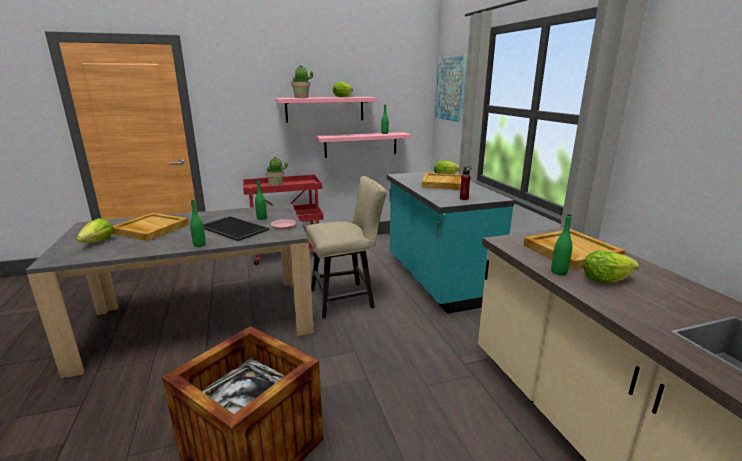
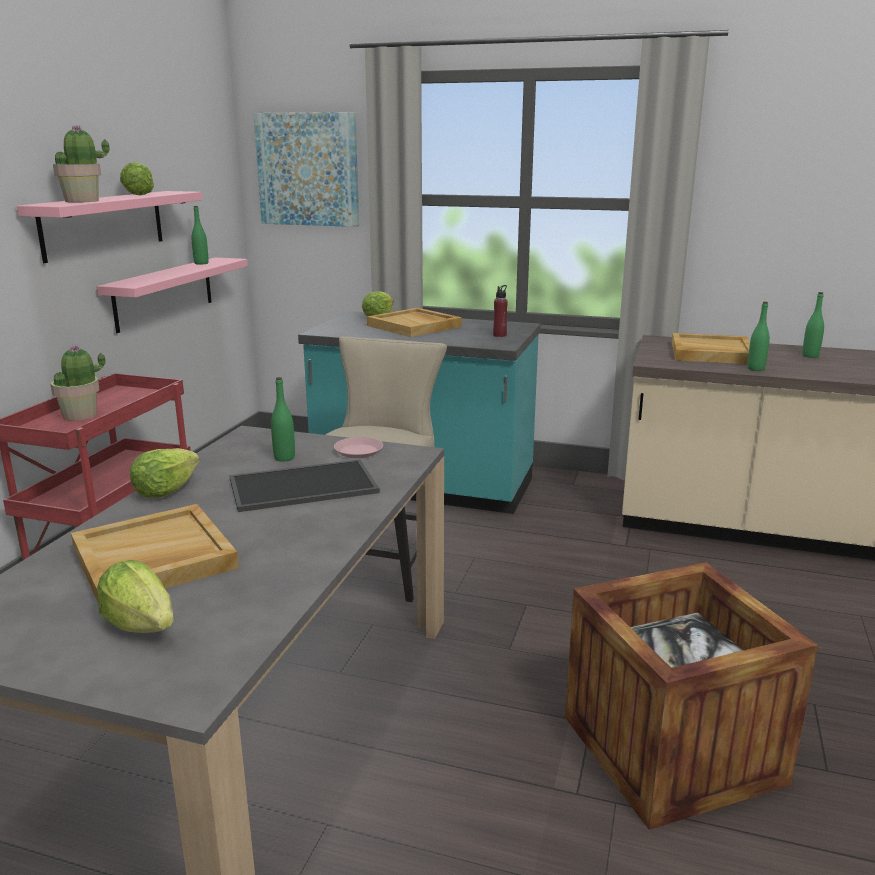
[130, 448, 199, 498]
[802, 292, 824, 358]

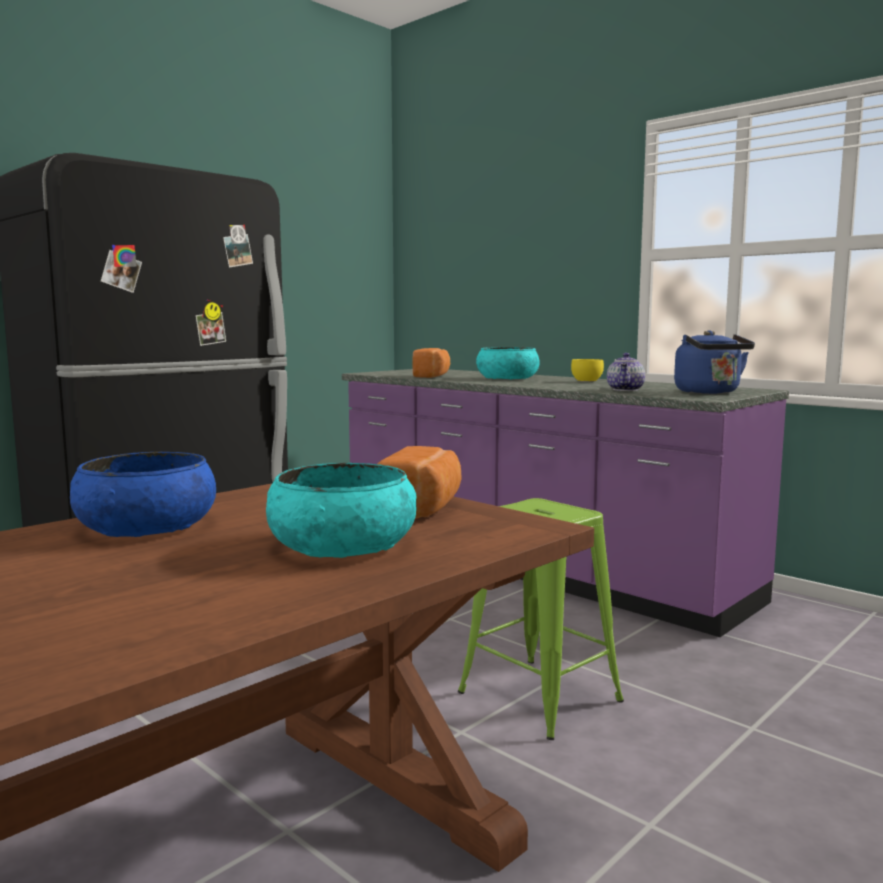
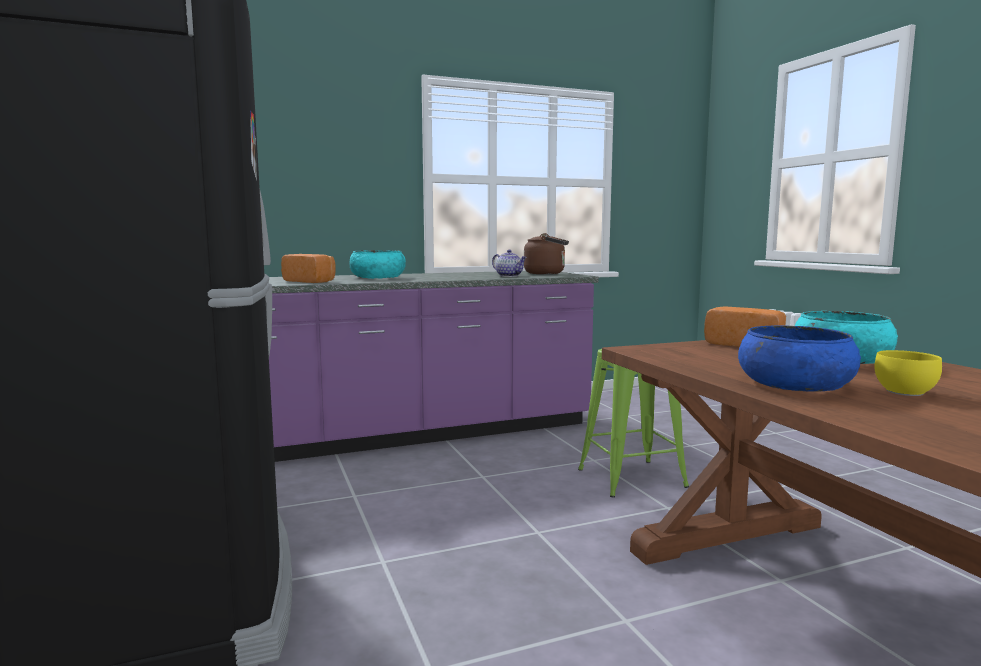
[524, 233, 569, 274]
[874, 350, 942, 396]

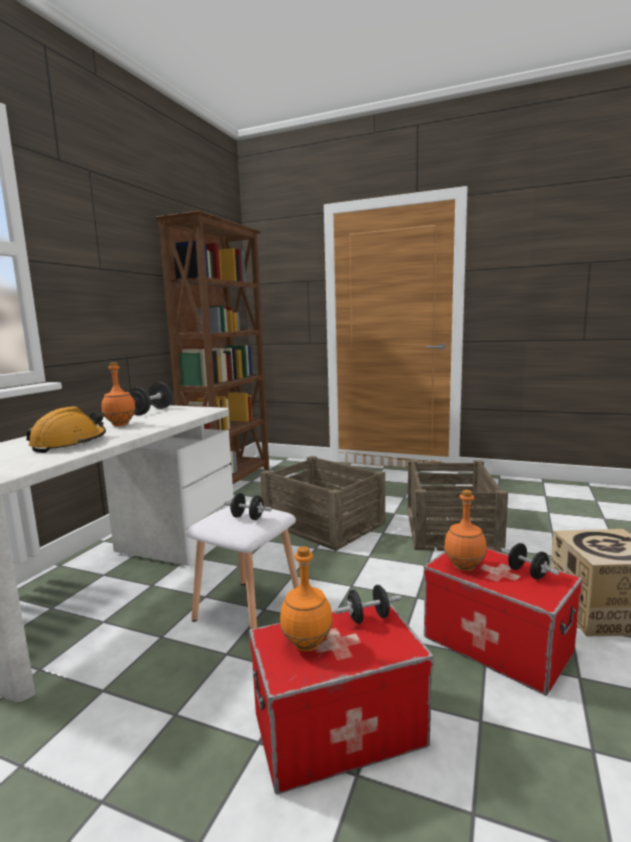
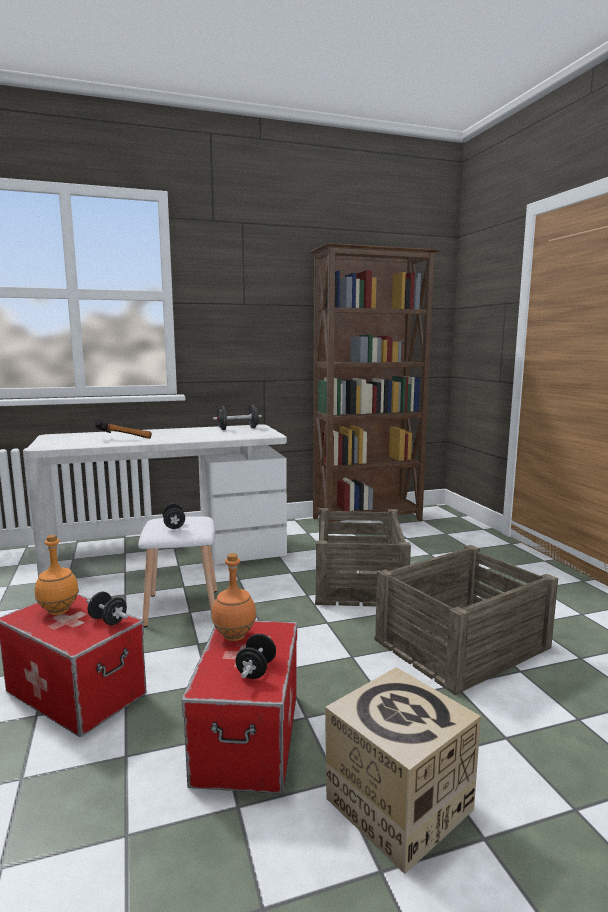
[95, 419, 152, 439]
[102, 362, 136, 426] (first image)

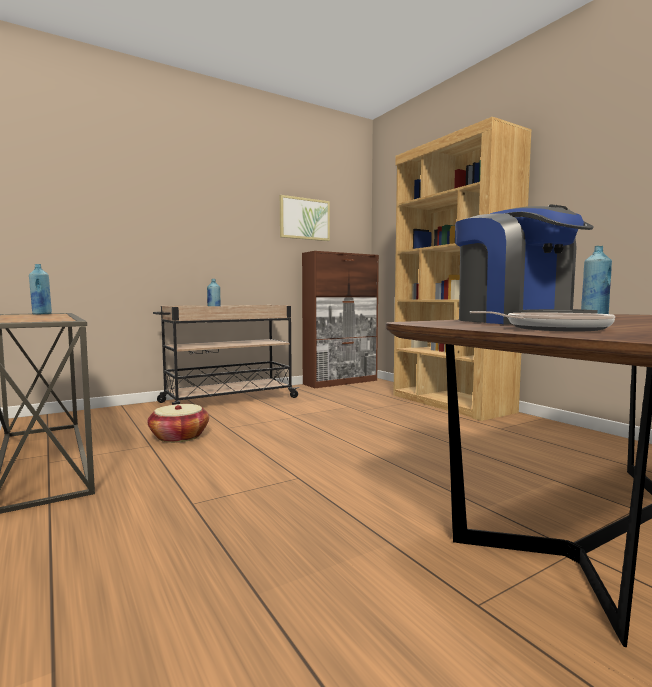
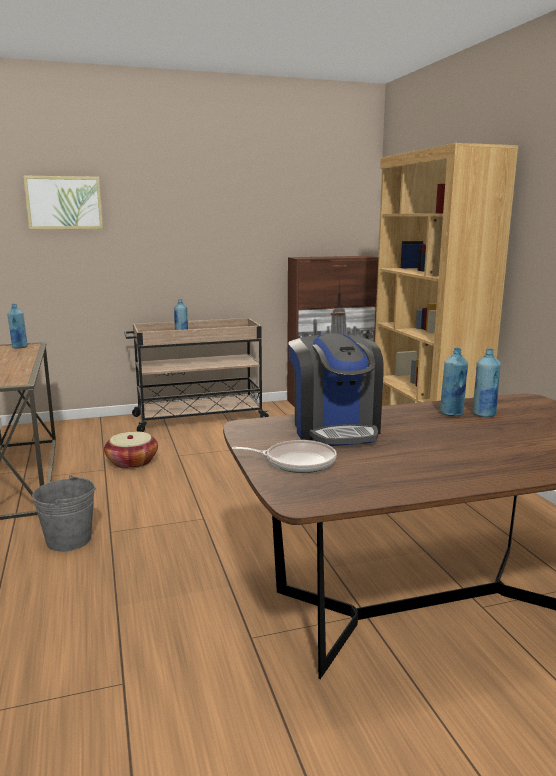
[23, 175, 103, 229]
[32, 475, 96, 551]
[473, 349, 501, 417]

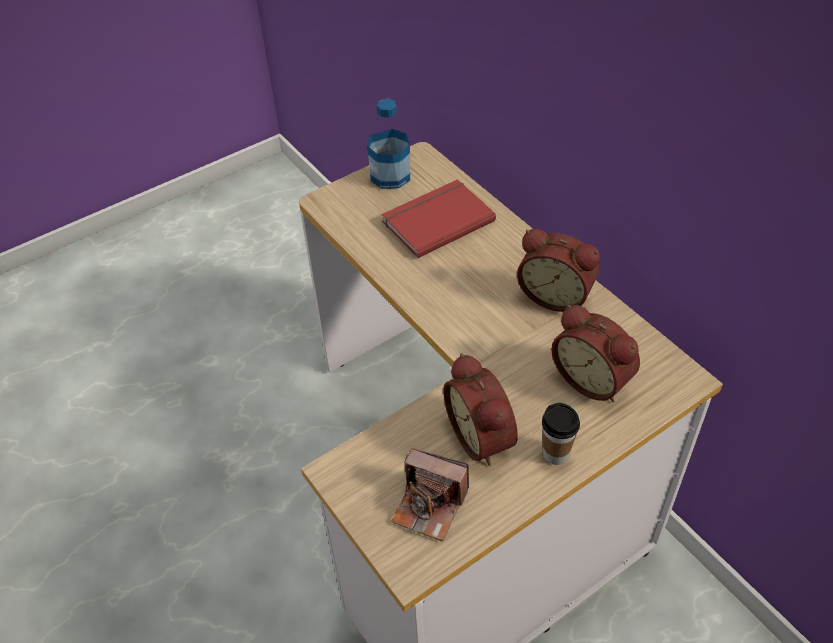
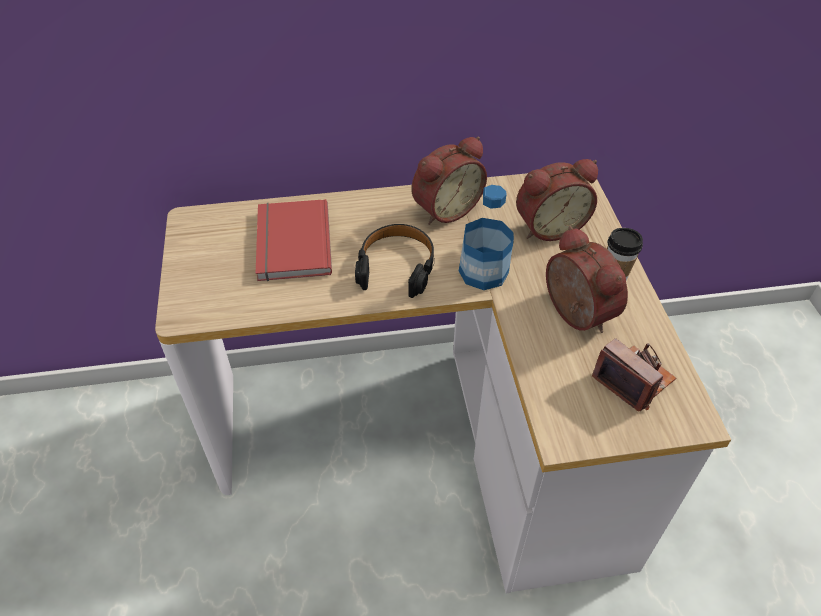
[355, 224, 434, 298]
[459, 185, 514, 290]
[546, 226, 628, 333]
[592, 338, 676, 412]

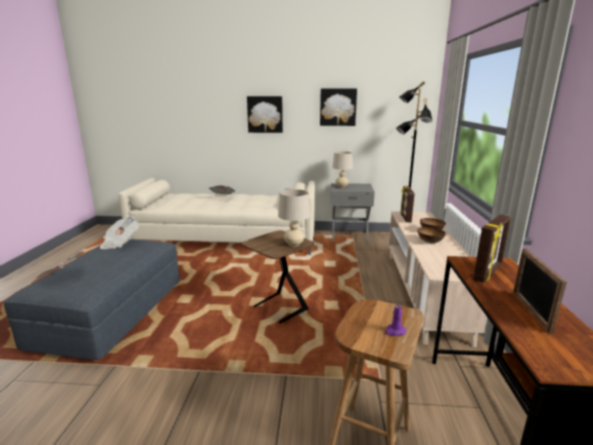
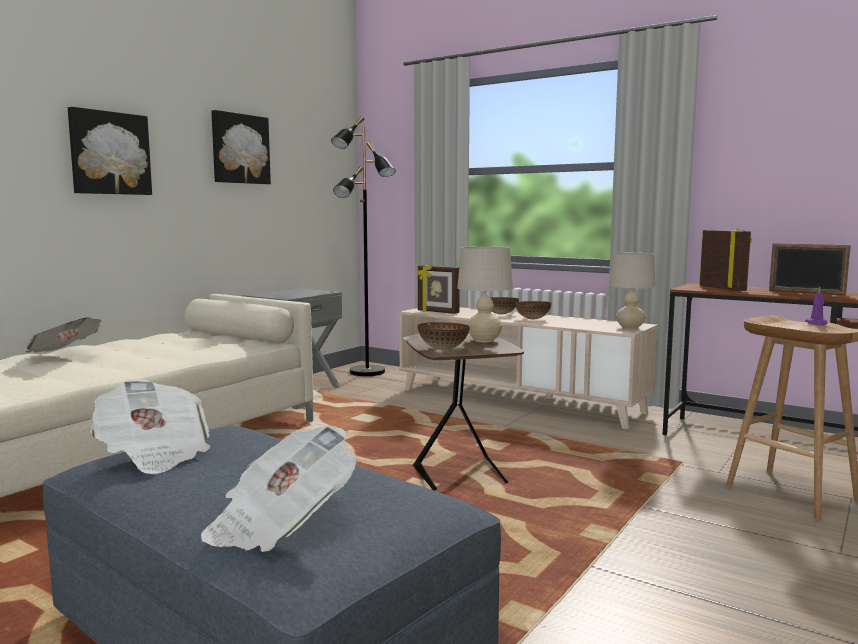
[418, 322, 470, 350]
[609, 253, 656, 329]

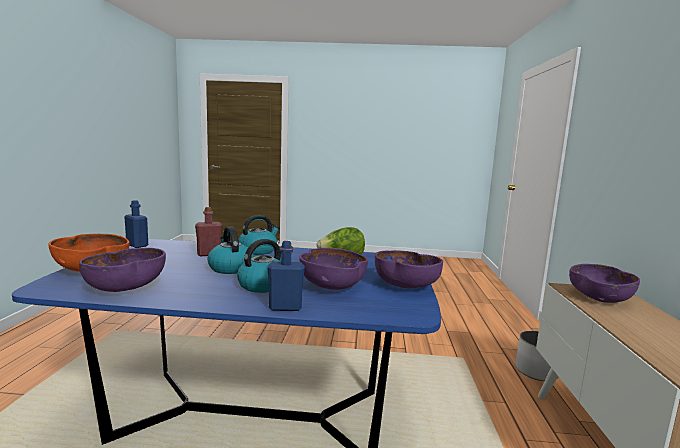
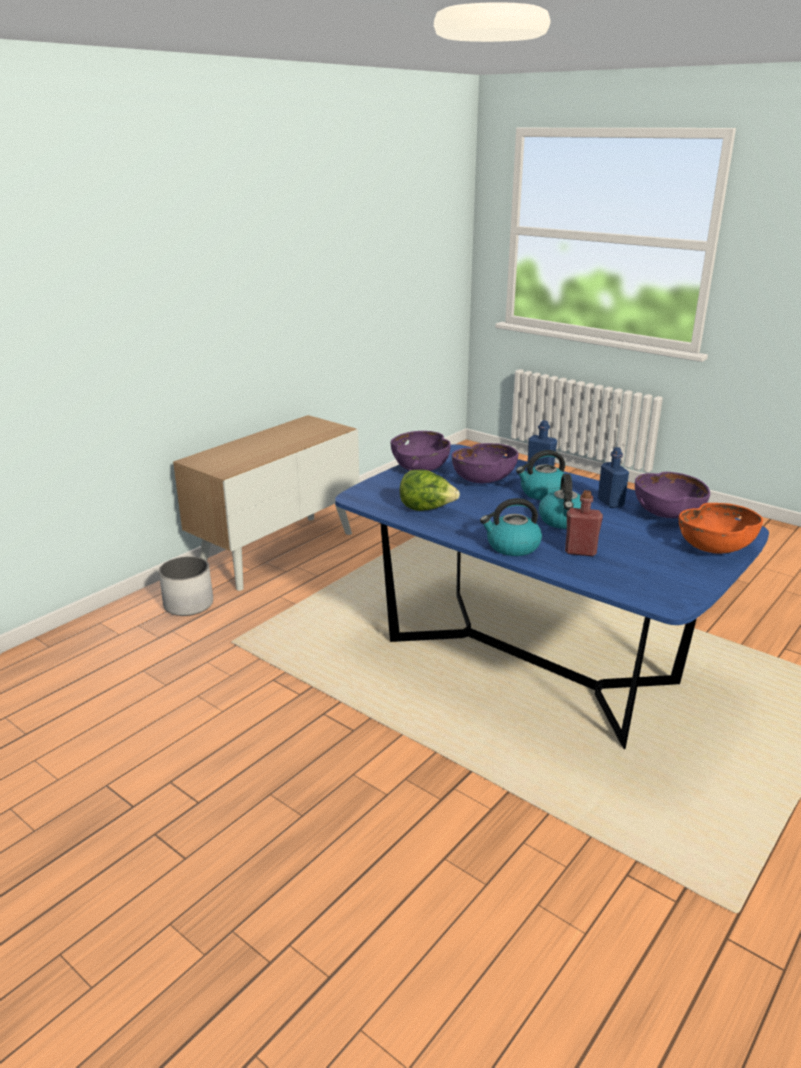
[598, 447, 629, 508]
[569, 264, 640, 303] (first image)

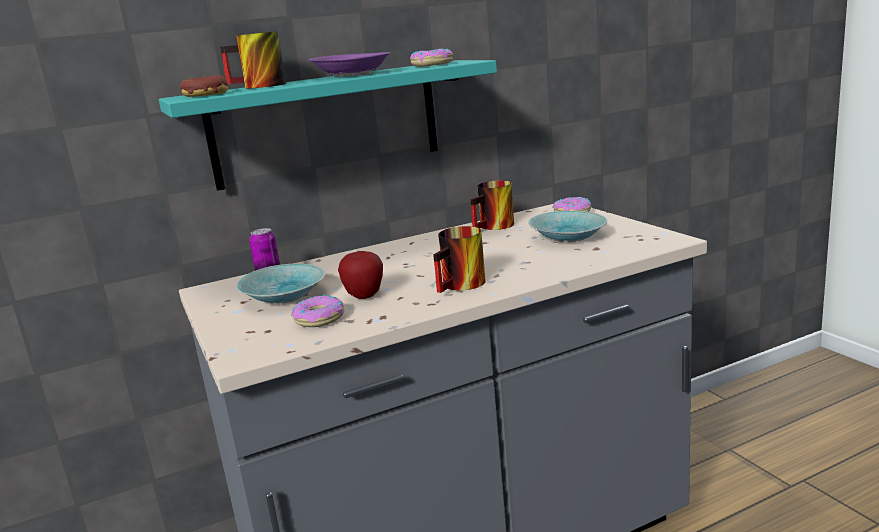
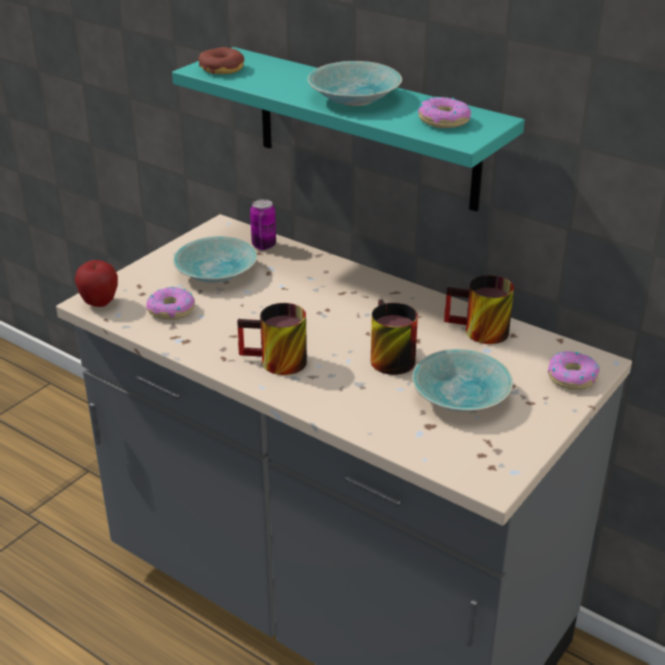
[74, 260, 118, 307]
[308, 61, 402, 106]
[371, 299, 418, 375]

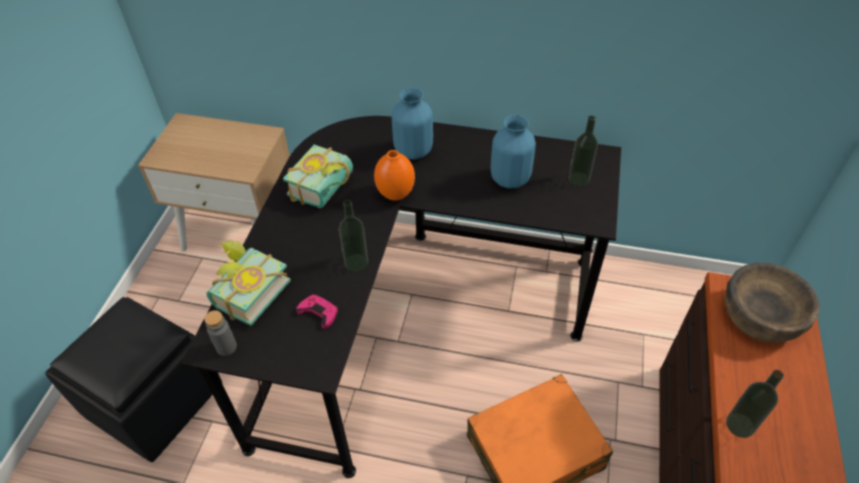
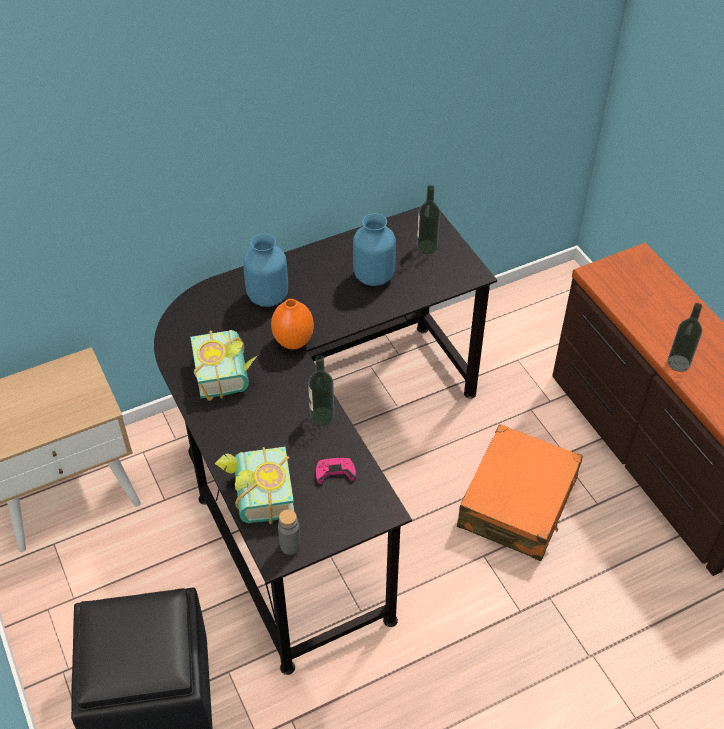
[725, 262, 819, 343] (first image)

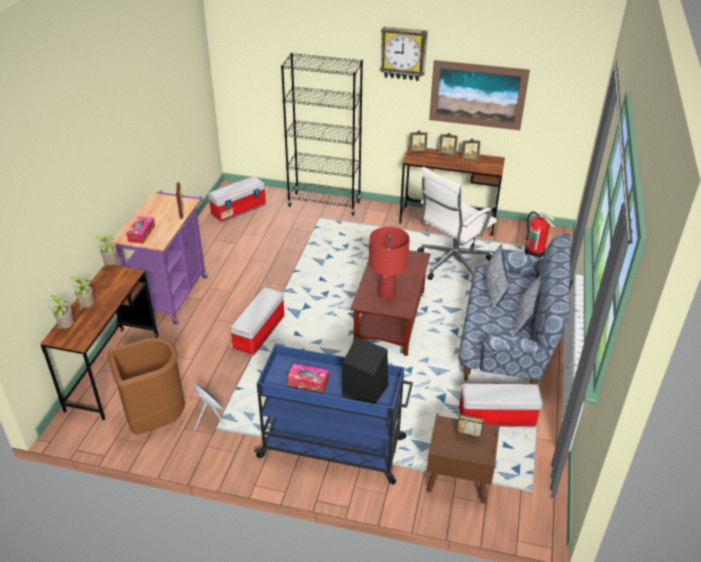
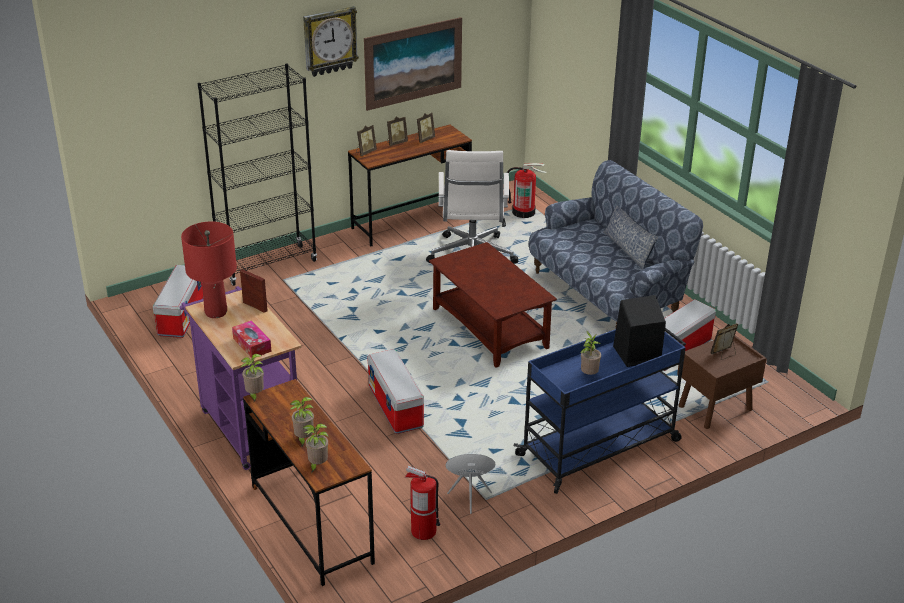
[181, 222, 237, 318]
[405, 466, 440, 540]
[580, 331, 601, 375]
[486, 244, 510, 312] (first image)

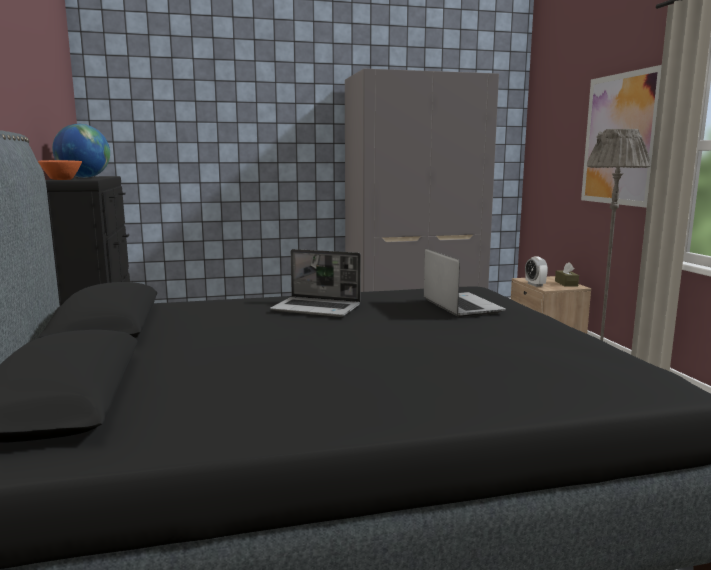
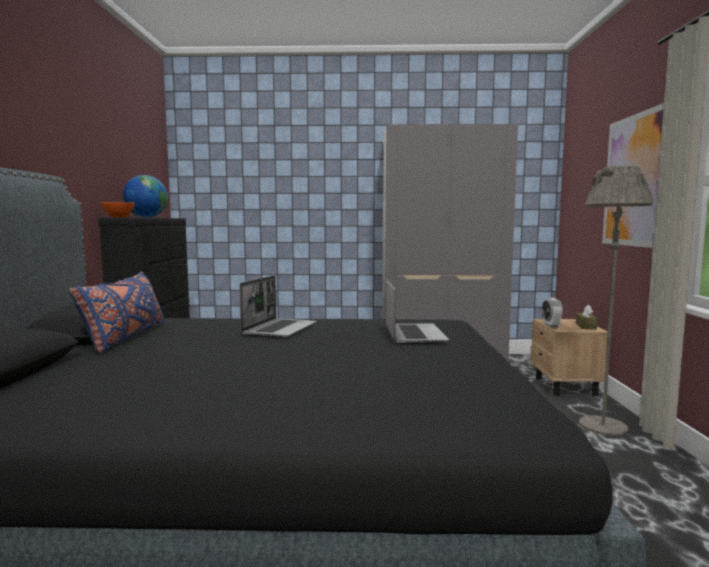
[69, 271, 164, 354]
[240, 276, 317, 338]

